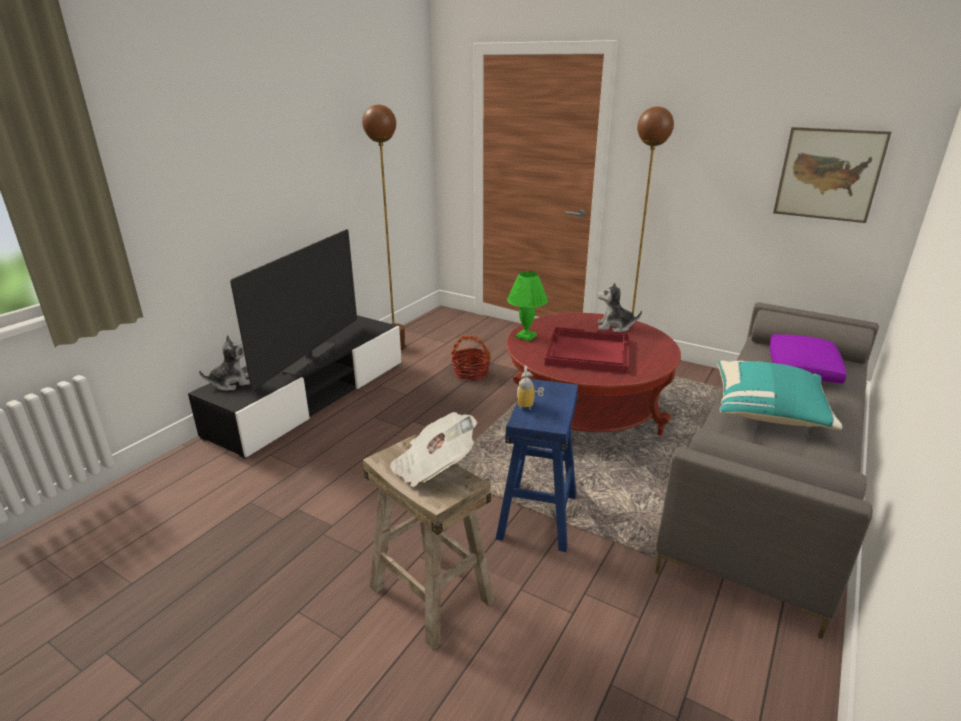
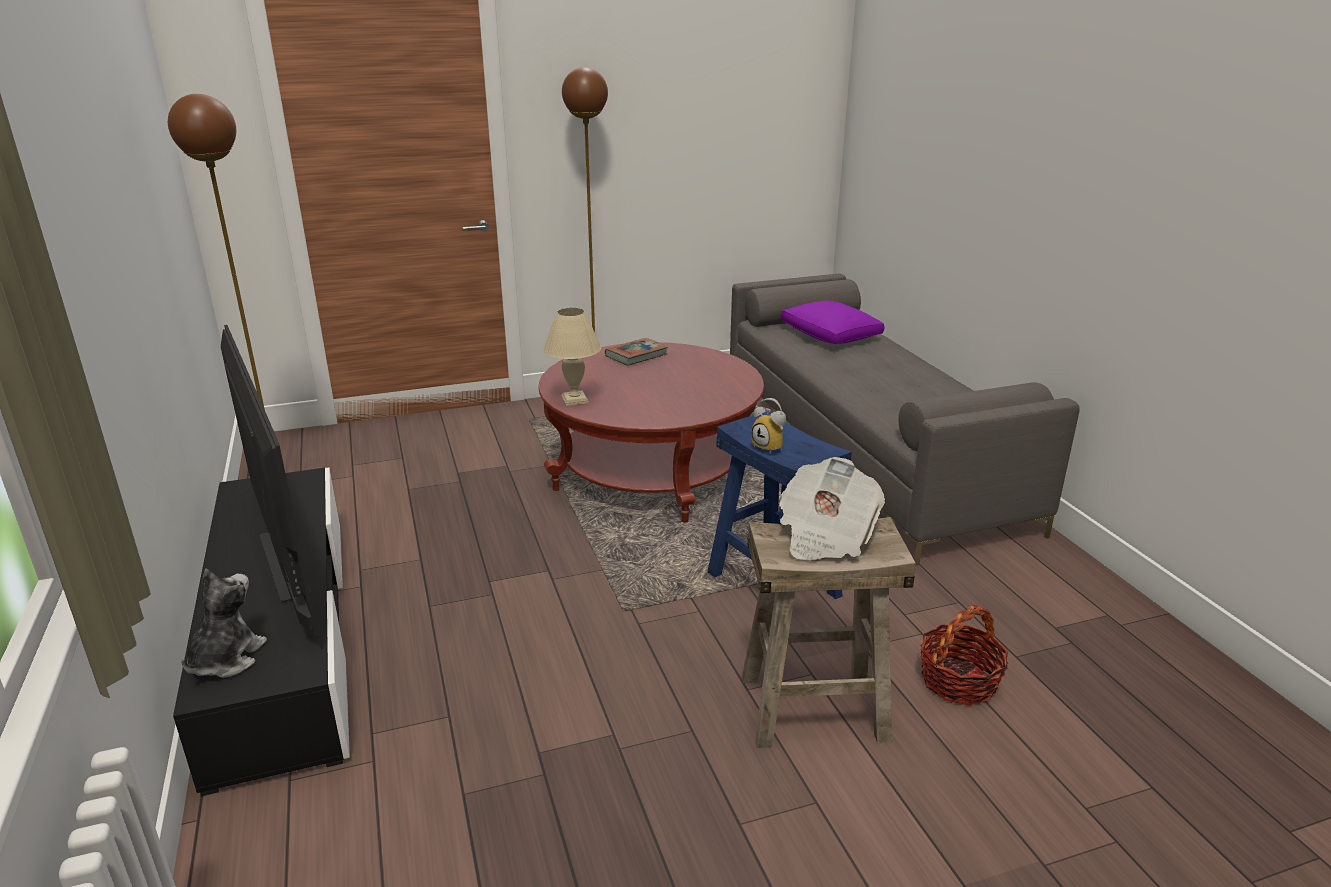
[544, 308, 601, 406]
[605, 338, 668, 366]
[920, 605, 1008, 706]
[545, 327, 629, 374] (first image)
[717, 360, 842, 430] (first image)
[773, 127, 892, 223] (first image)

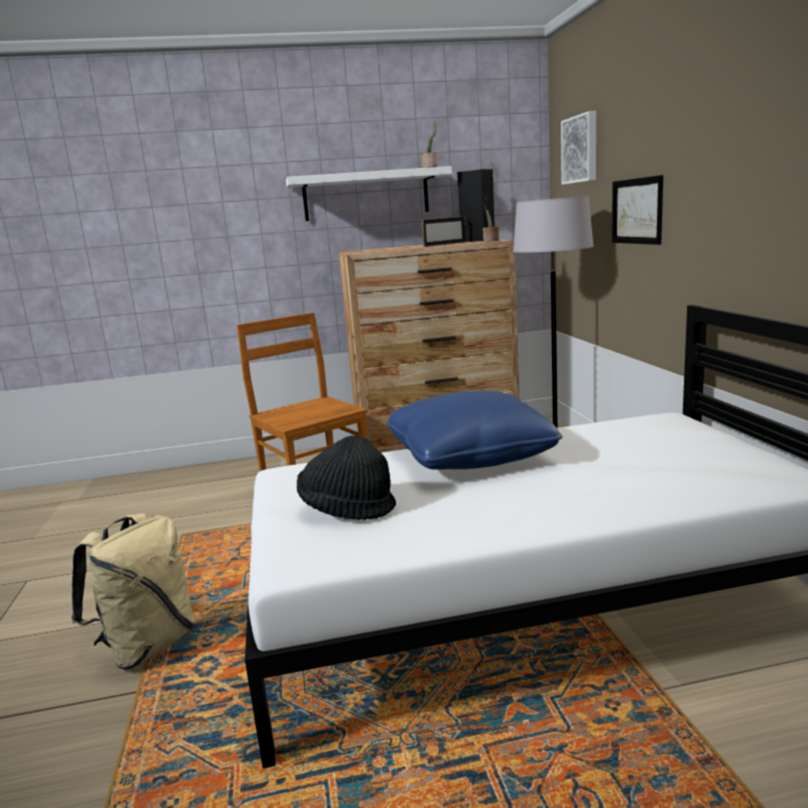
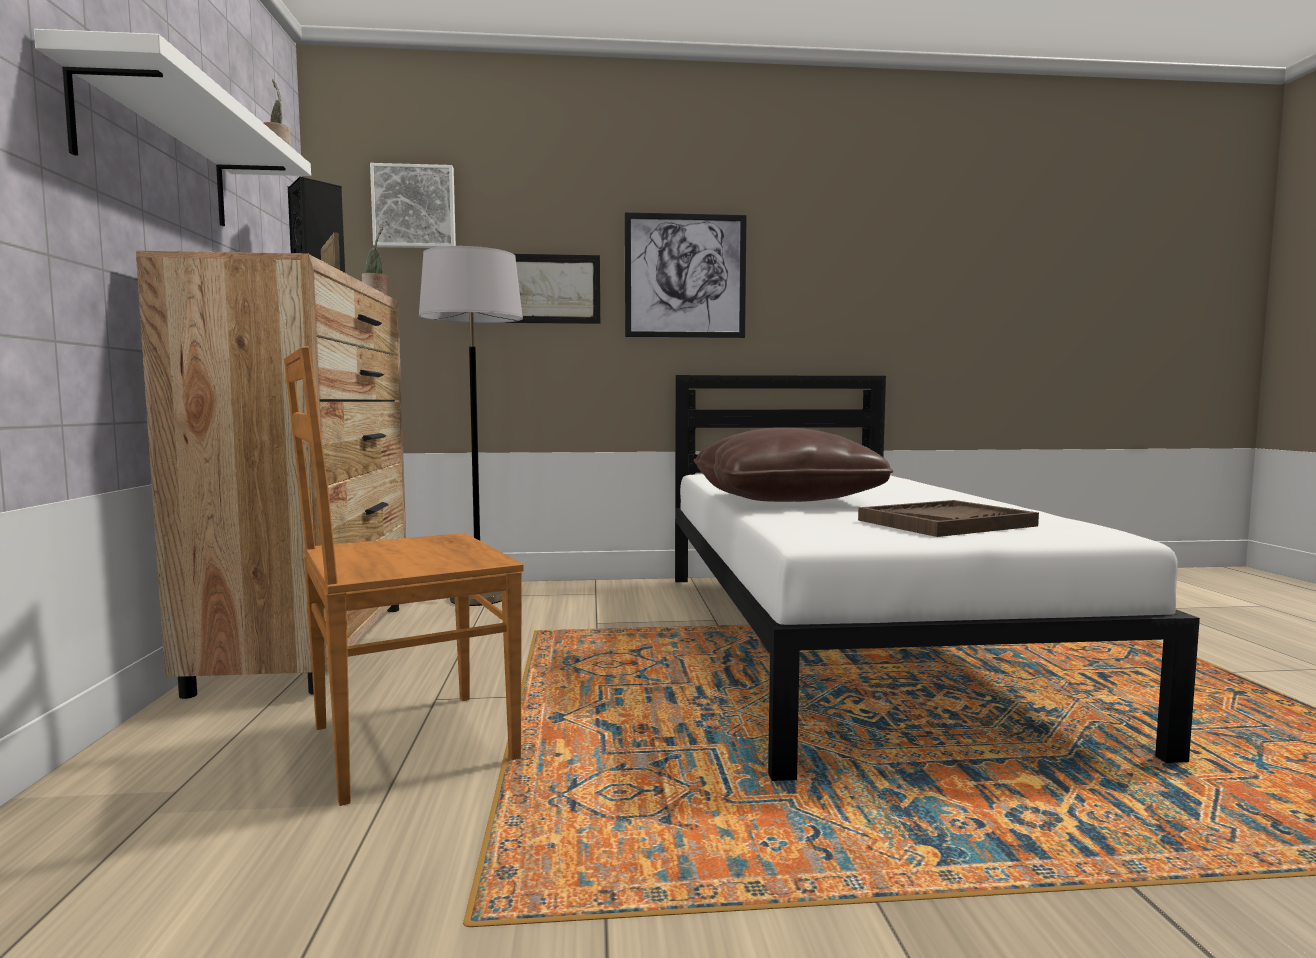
[625, 212, 747, 338]
[694, 428, 893, 502]
[858, 500, 1039, 537]
[71, 513, 195, 670] (first image)

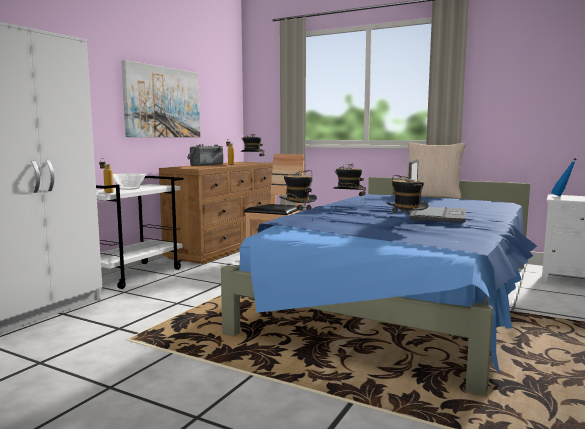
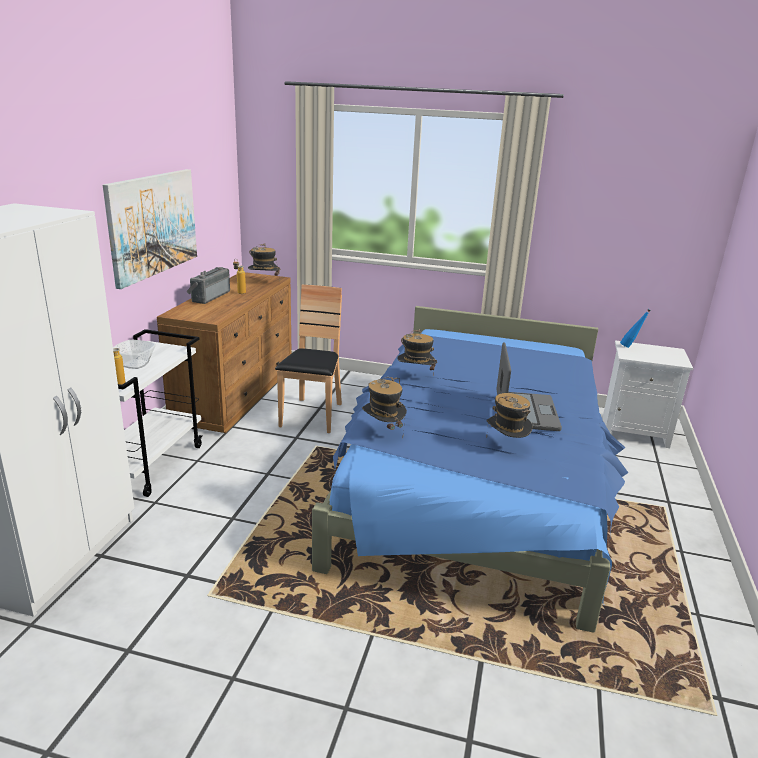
[406, 143, 466, 199] (first image)

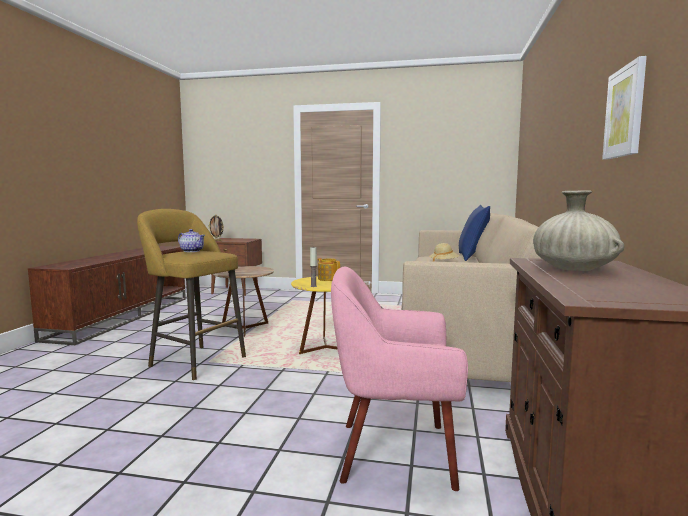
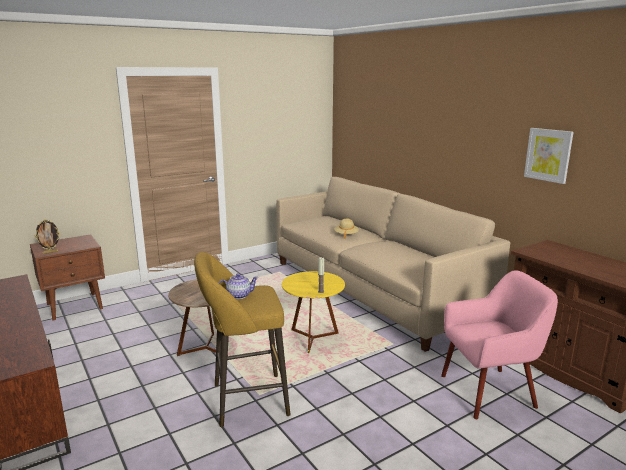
[441, 270, 558, 419]
[318, 258, 340, 281] (first image)
[459, 205, 490, 261] (first image)
[533, 190, 624, 271] (first image)

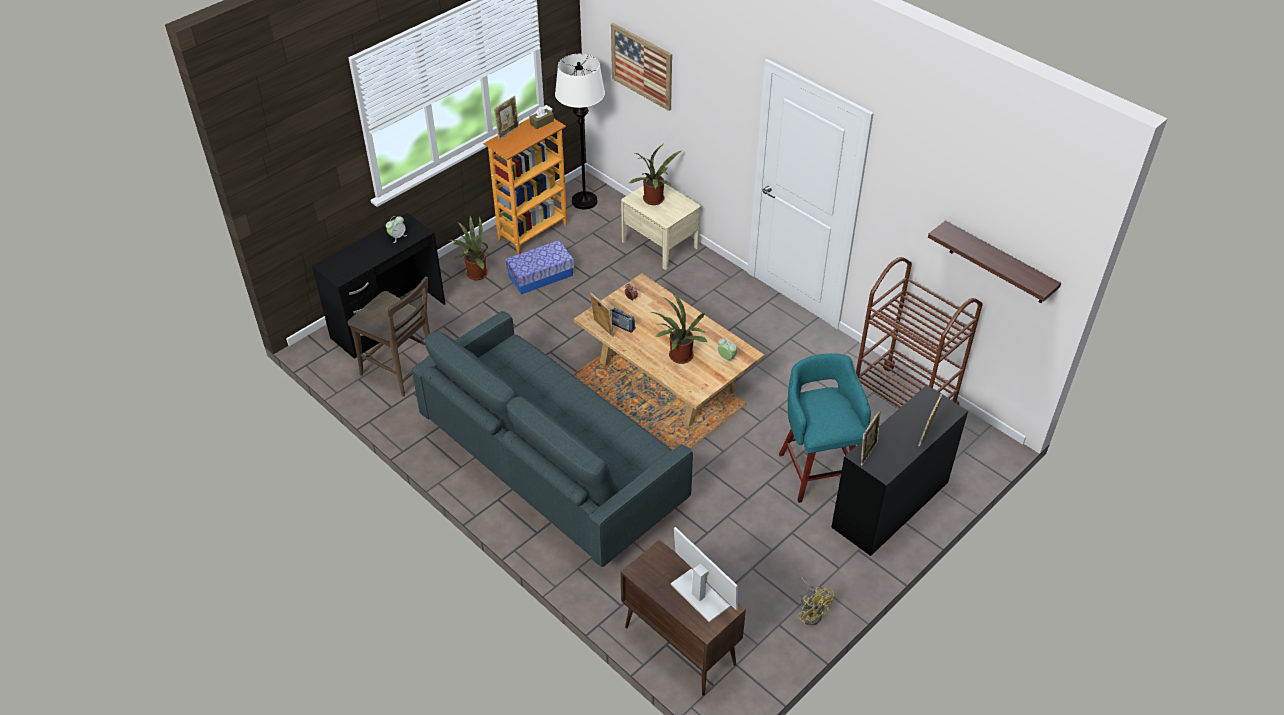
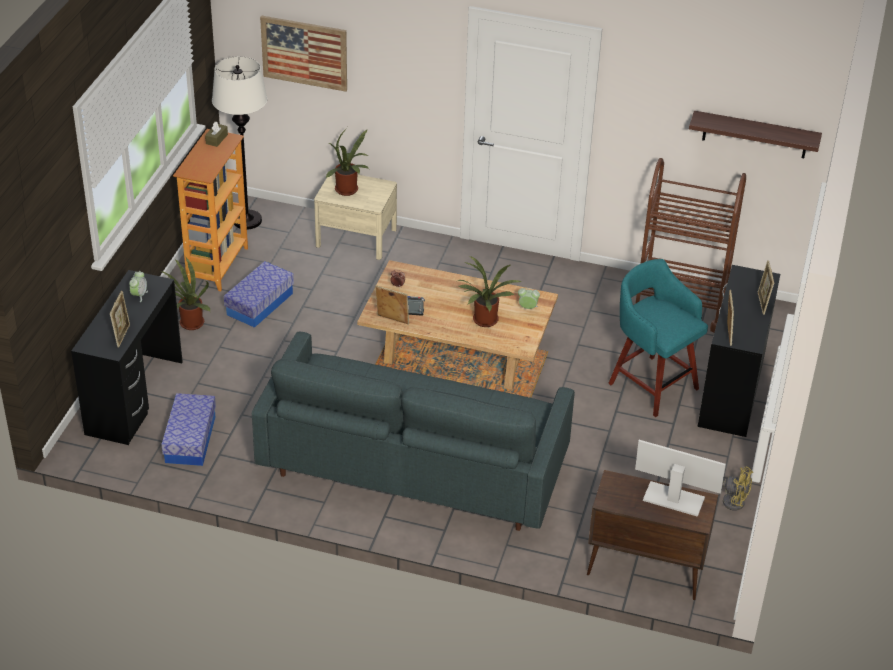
[110, 291, 130, 348]
[161, 393, 216, 466]

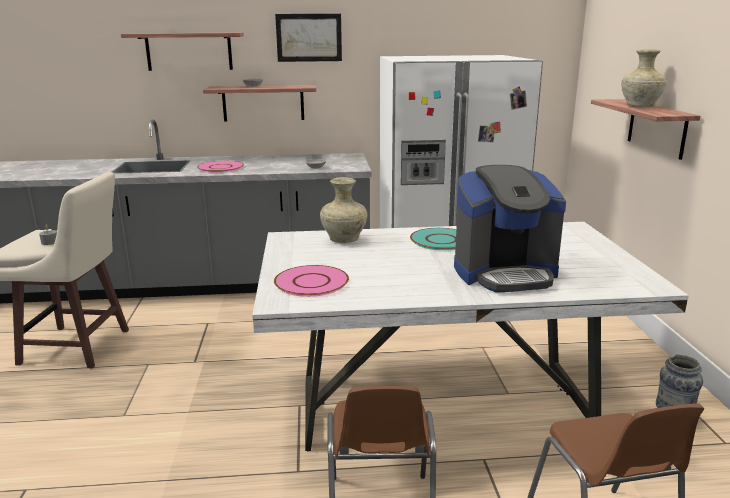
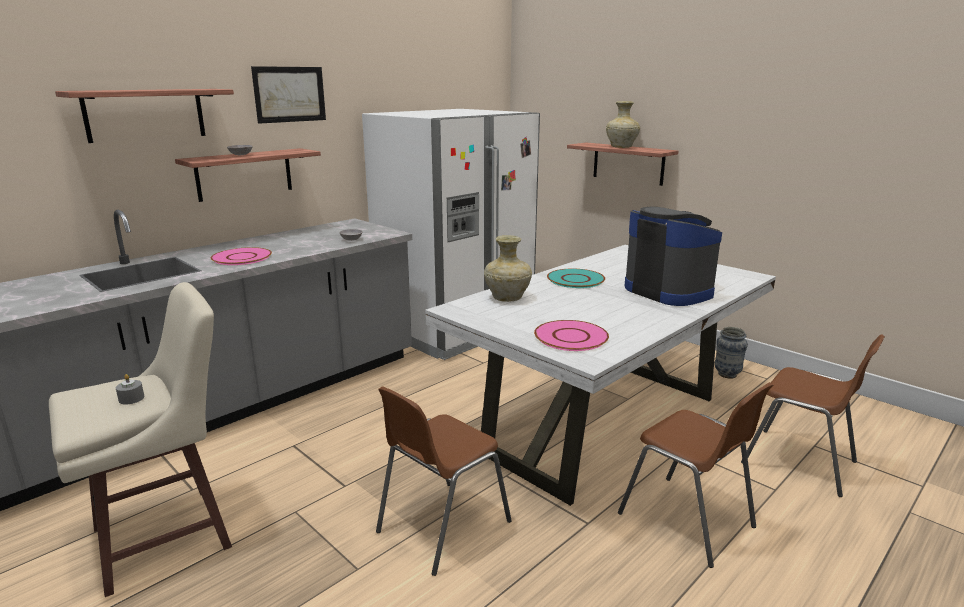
[376, 386, 512, 576]
[625, 207, 722, 306]

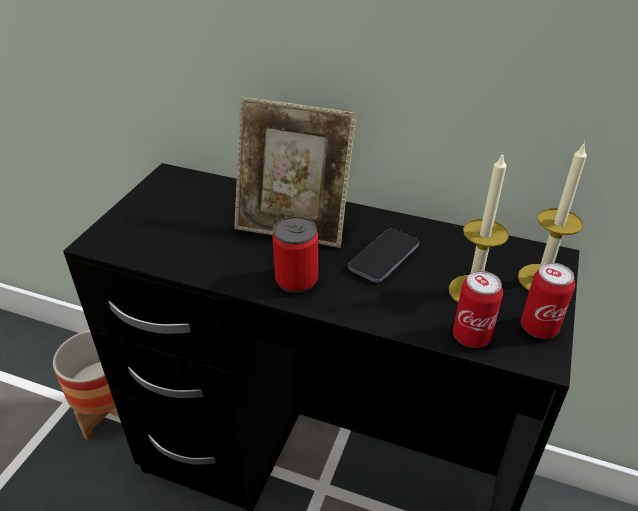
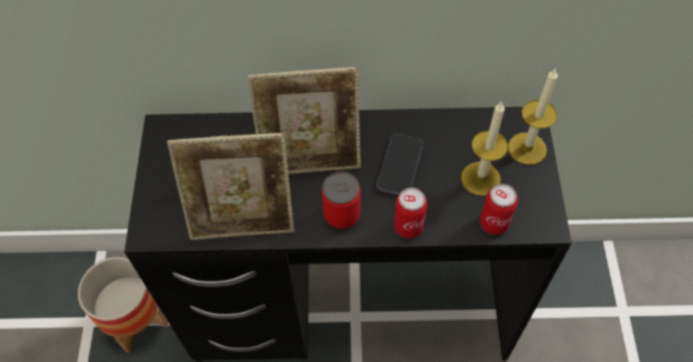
[167, 133, 295, 240]
[394, 187, 427, 238]

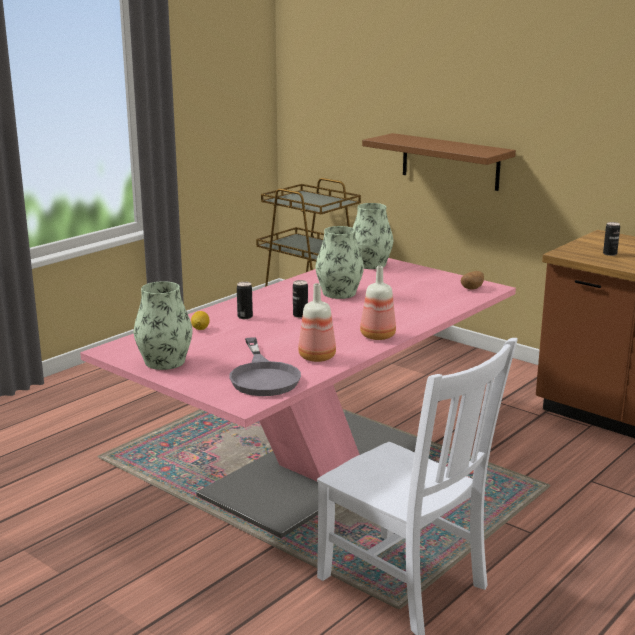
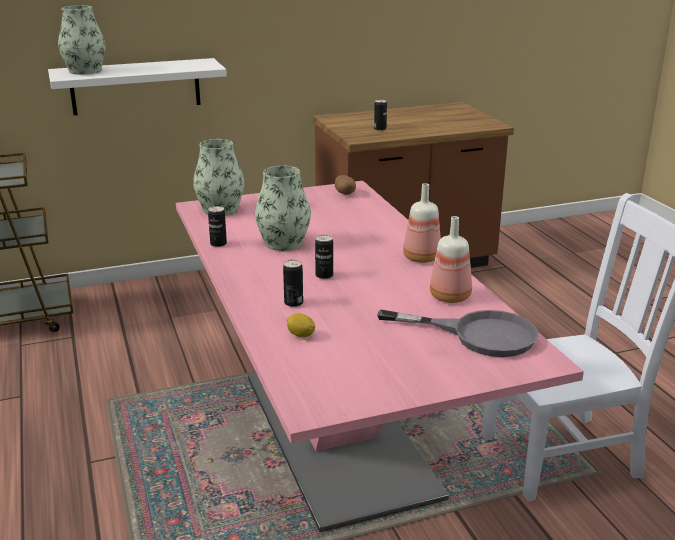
[48, 58, 227, 115]
[58, 5, 106, 75]
[208, 206, 227, 247]

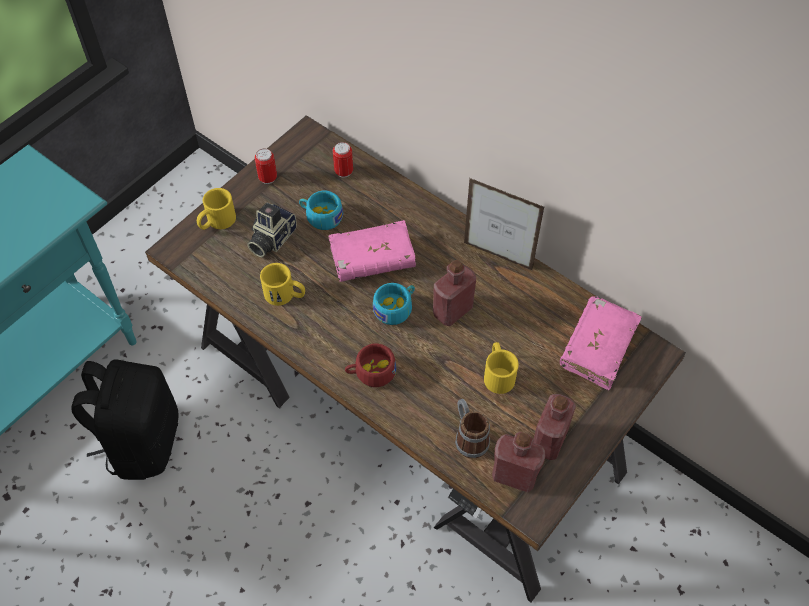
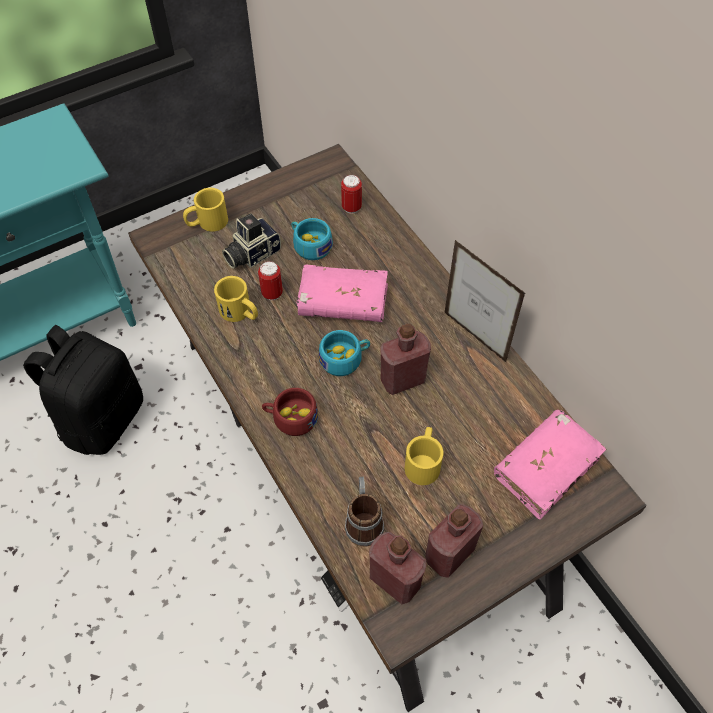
[258, 261, 283, 300]

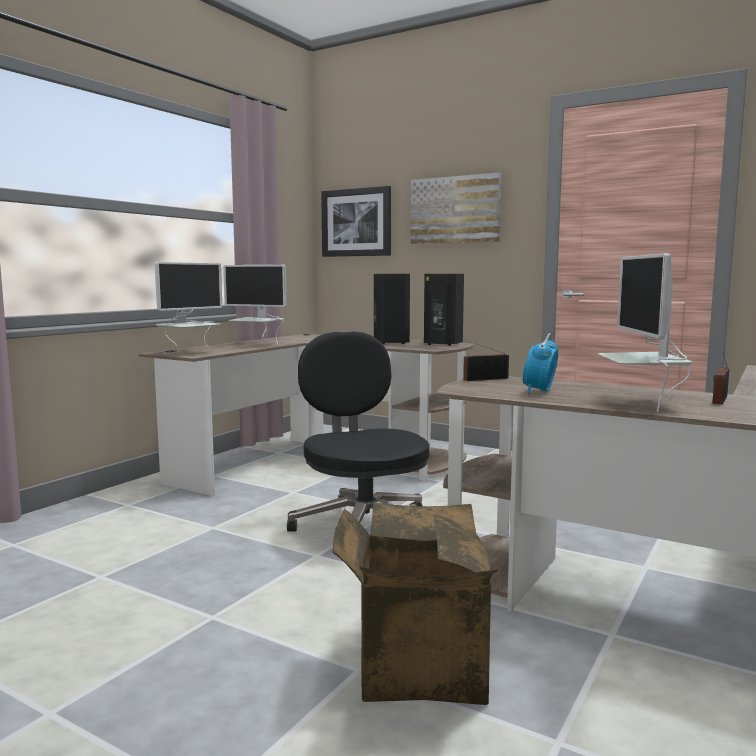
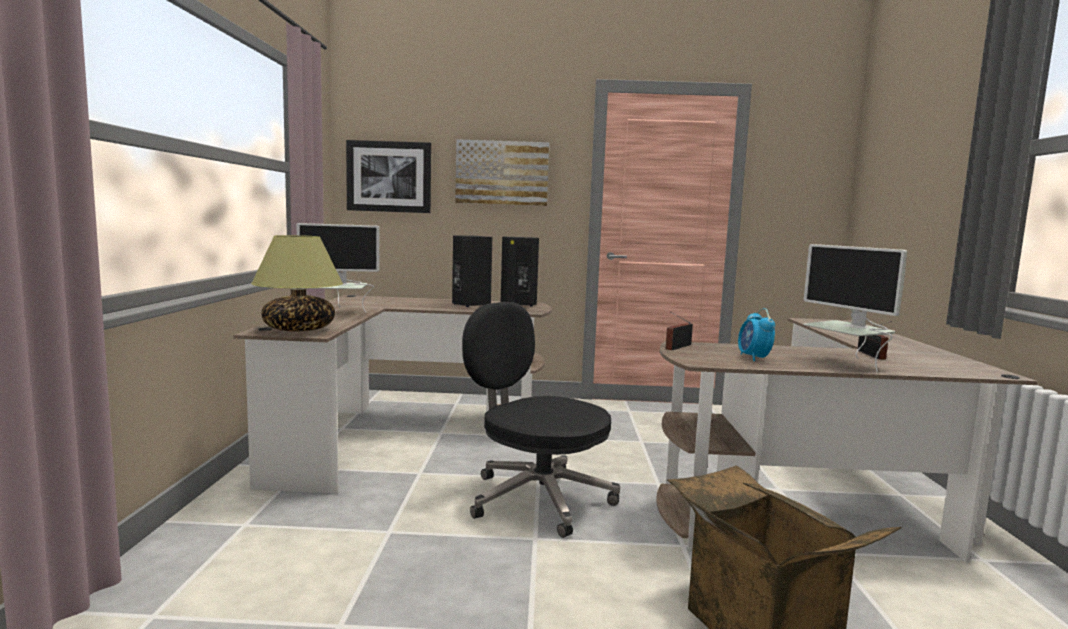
[251, 235, 343, 331]

